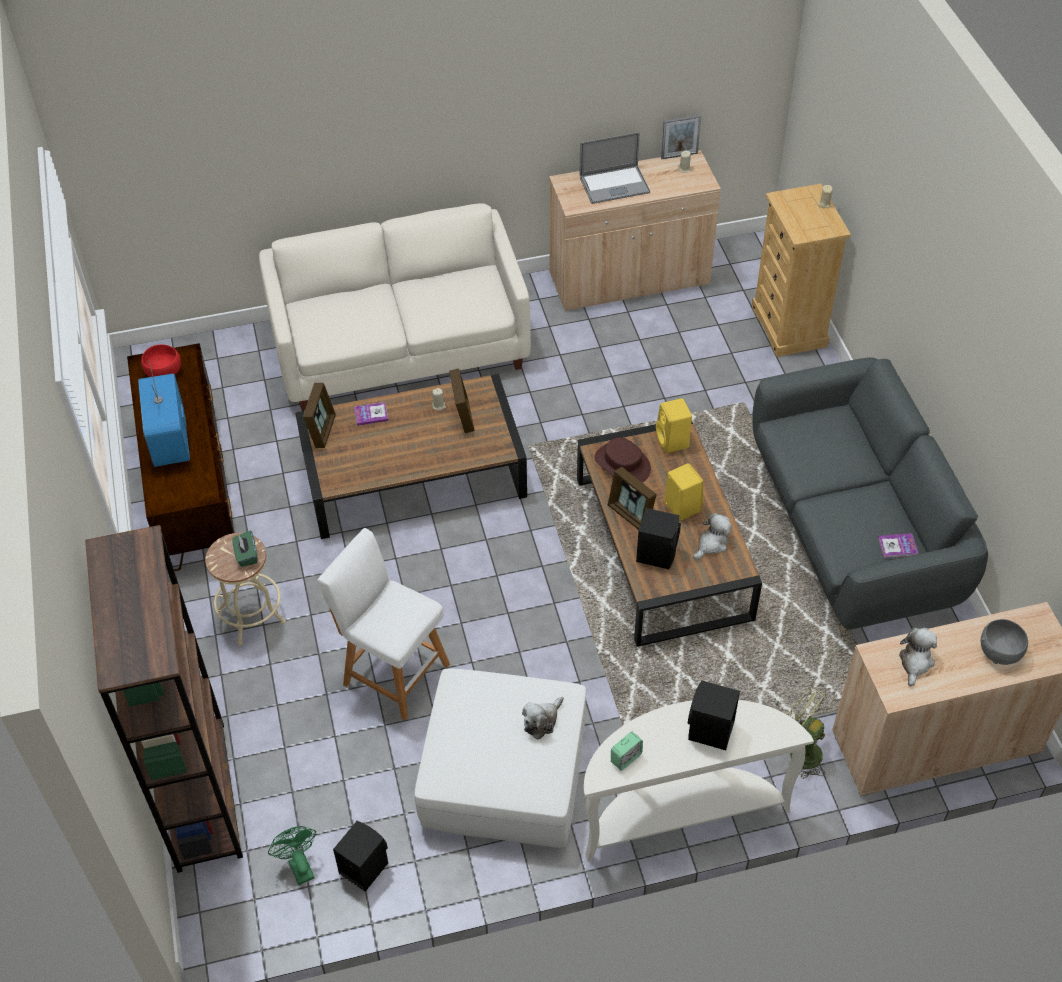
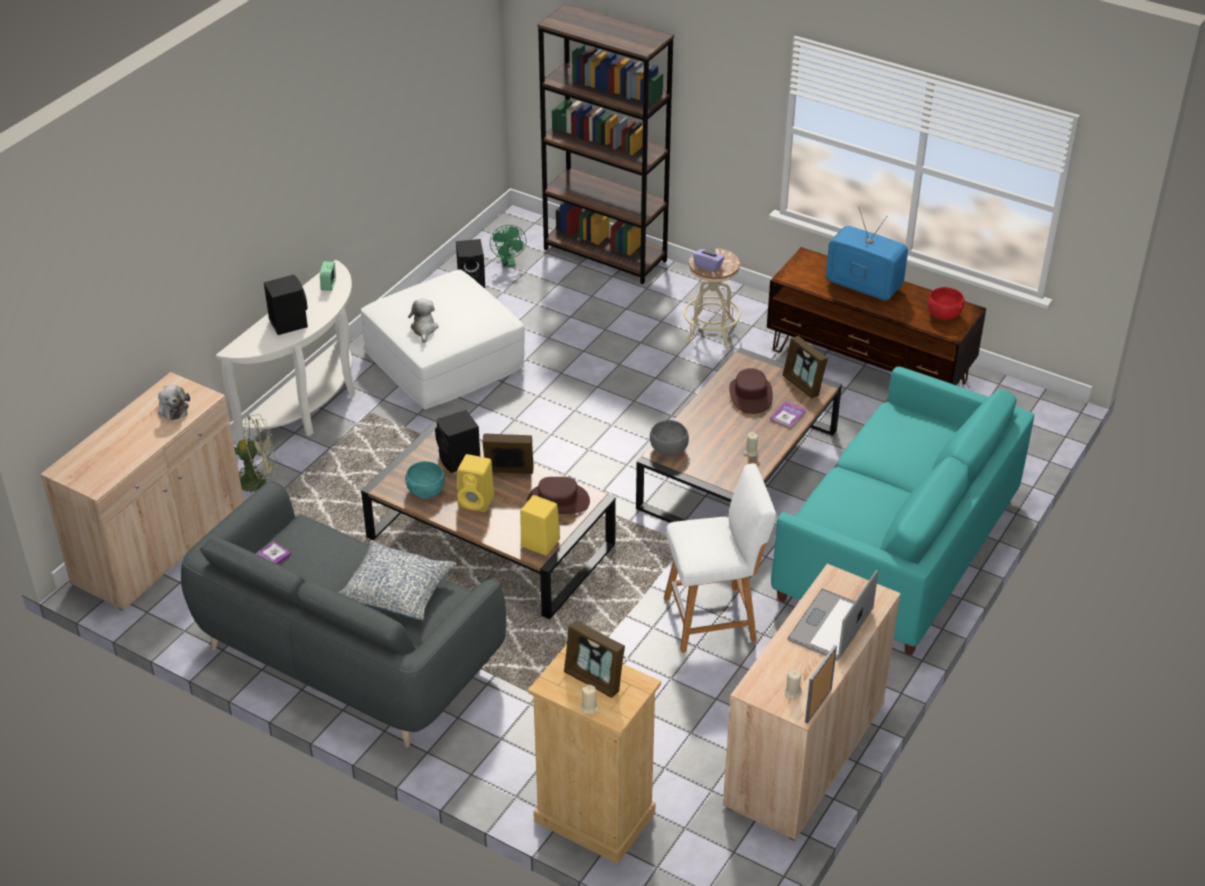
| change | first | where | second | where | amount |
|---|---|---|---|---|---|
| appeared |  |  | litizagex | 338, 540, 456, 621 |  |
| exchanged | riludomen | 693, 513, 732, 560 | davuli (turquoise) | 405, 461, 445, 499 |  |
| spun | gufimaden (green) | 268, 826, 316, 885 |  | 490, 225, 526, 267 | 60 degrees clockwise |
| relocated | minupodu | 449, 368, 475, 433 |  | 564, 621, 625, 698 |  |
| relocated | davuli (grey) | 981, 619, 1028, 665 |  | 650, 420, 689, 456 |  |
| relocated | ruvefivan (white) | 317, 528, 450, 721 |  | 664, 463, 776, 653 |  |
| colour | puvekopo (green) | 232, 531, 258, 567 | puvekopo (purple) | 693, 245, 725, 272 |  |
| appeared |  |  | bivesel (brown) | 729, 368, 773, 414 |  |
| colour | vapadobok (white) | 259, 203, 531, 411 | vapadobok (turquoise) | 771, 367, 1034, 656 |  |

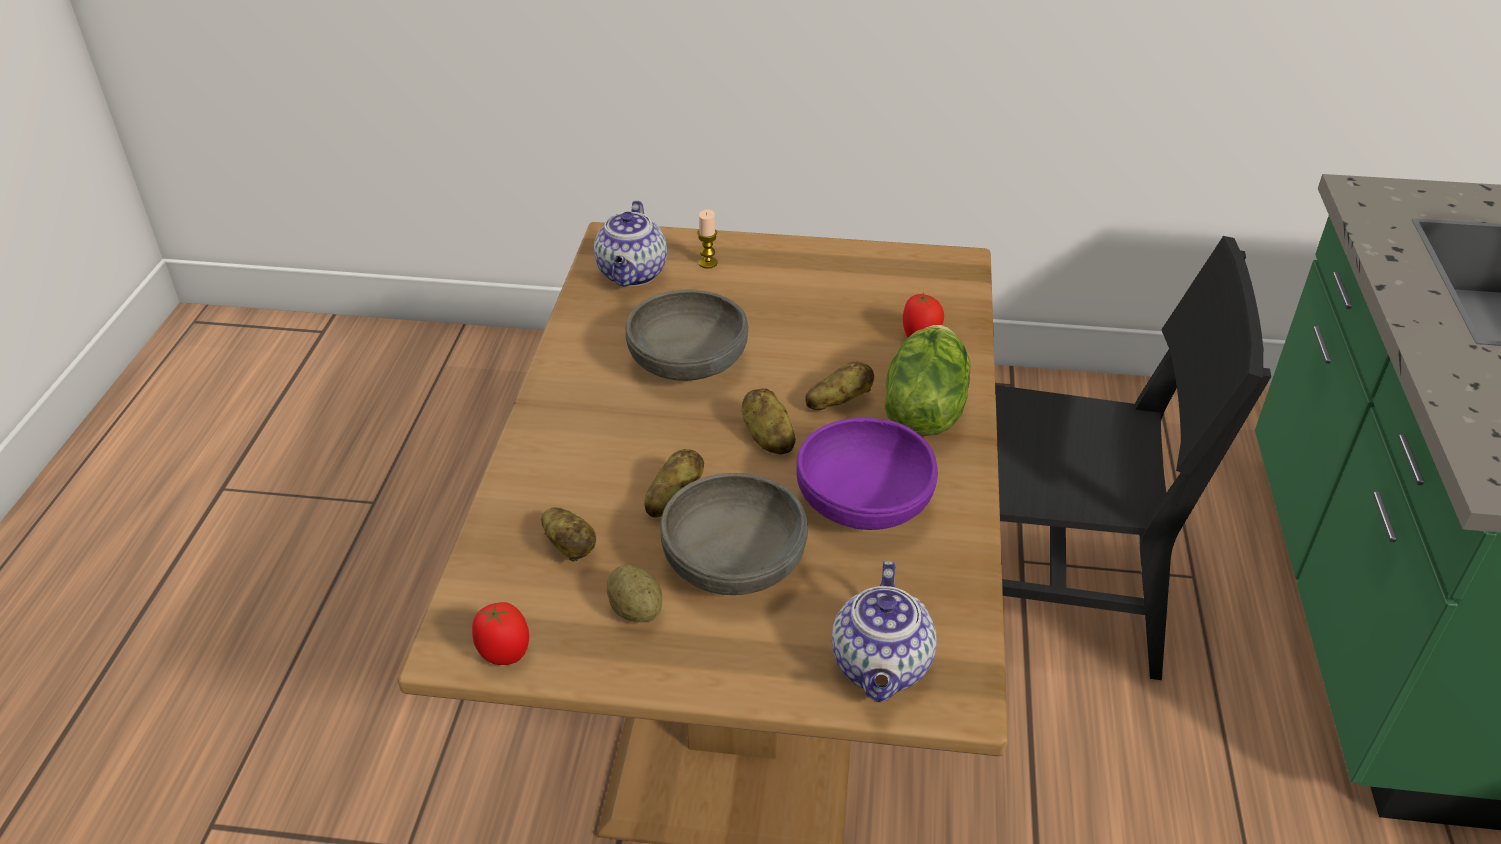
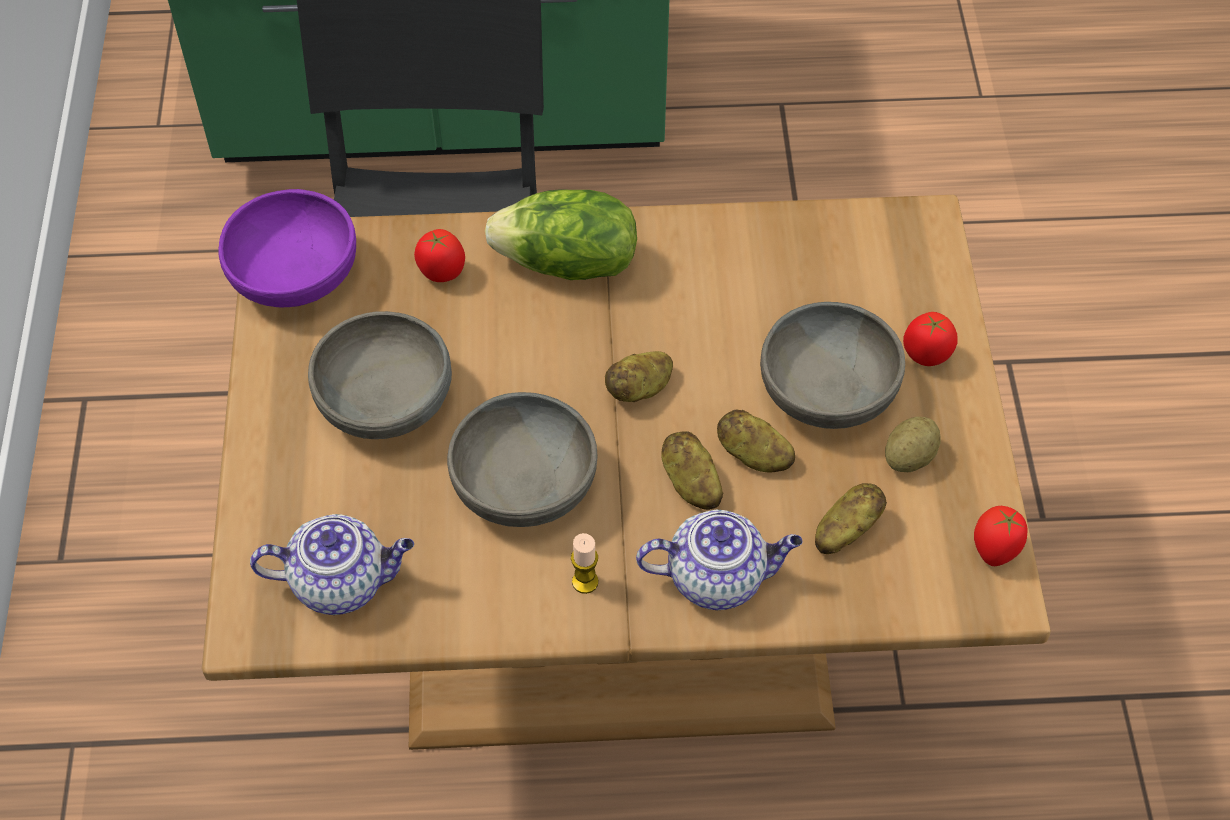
| change | first | where | second | where | amount |
|---|---|---|---|---|---|
| relocated | davuli (purple) | 796, 418, 938, 530 |  | 218, 189, 356, 307 |  |
| appeared |  |  | davuli (grey) | 308, 311, 452, 439 |  |
| relocated | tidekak | 697, 209, 718, 269 |  | 571, 533, 599, 594 |  |
| relocated | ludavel | 832, 561, 937, 702 |  | 636, 510, 803, 610 |  |
| relocated | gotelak | 805, 362, 874, 410 |  | 661, 431, 723, 510 |  |
| appeared |  |  | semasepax | 903, 312, 958, 366 |  |

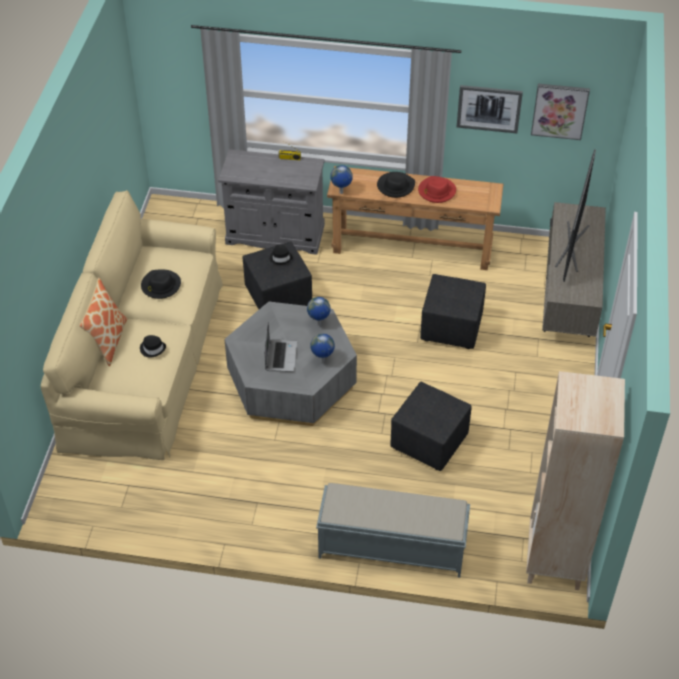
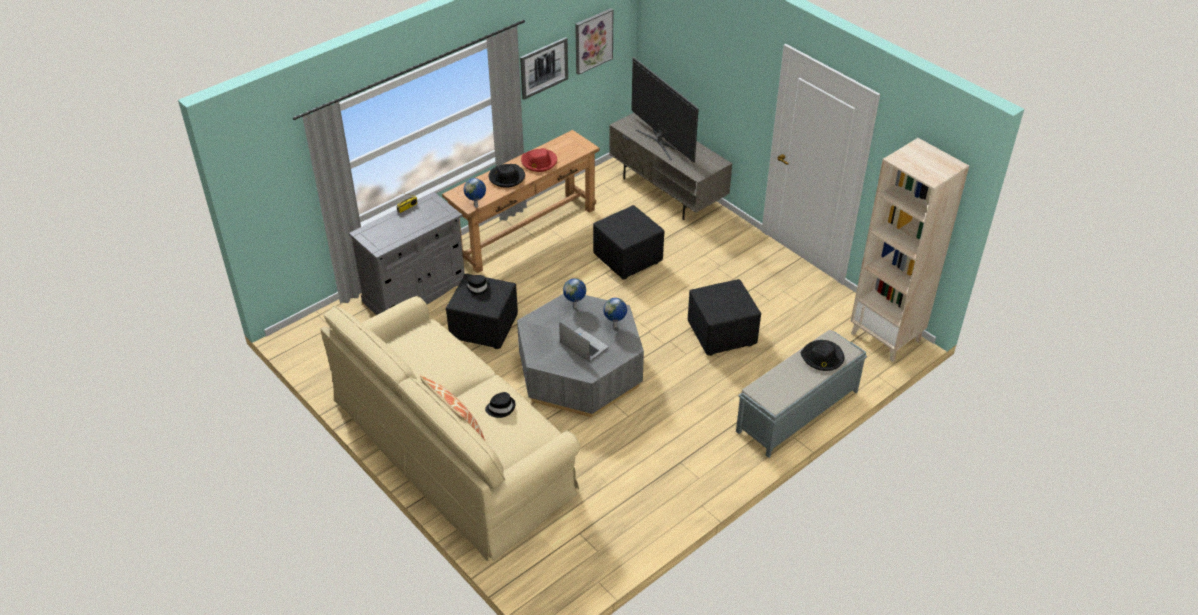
| change | first | where | second | where | amount |
|---|---|---|---|---|---|
| relocated | bivesel (black) | 141, 269, 181, 299 |  | 801, 340, 844, 371 |  |

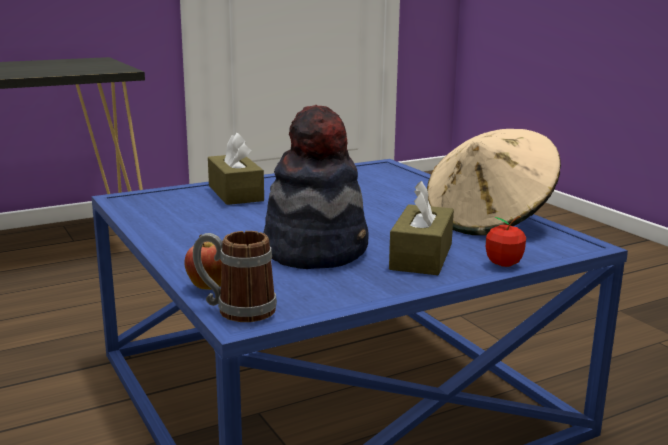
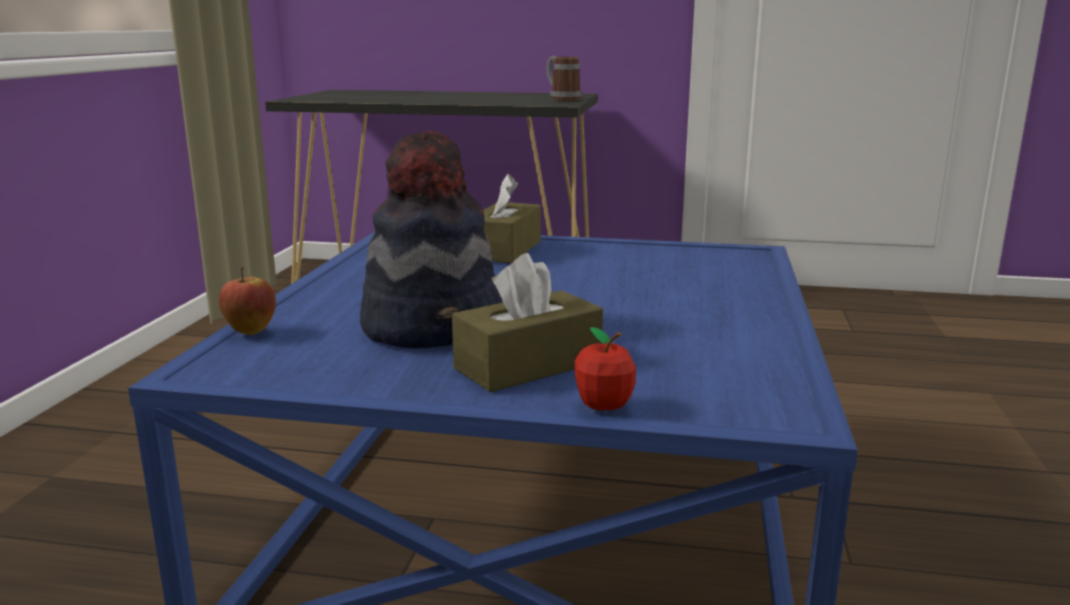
| change | first | where | second | where | amount |
|---|---|---|---|---|---|
| relocated | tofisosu | 193, 231, 277, 322 |  | 547, 56, 581, 101 |  |
| missing | bivesel (beige) | 427, 129, 561, 235 |  |  |  |

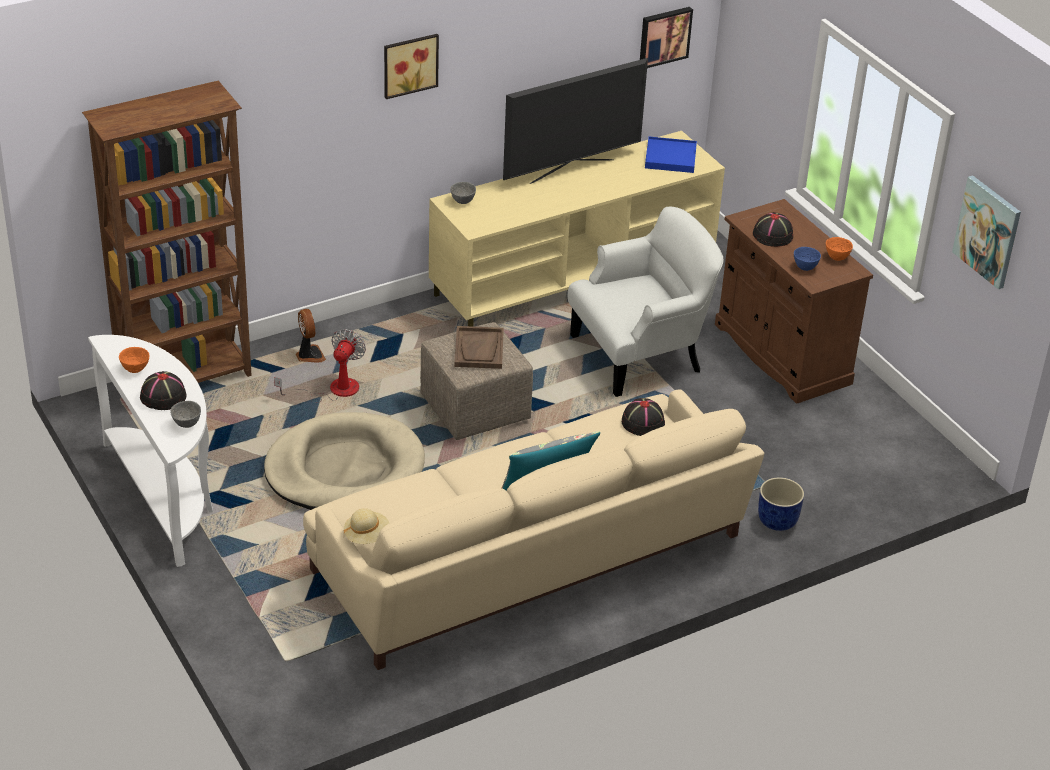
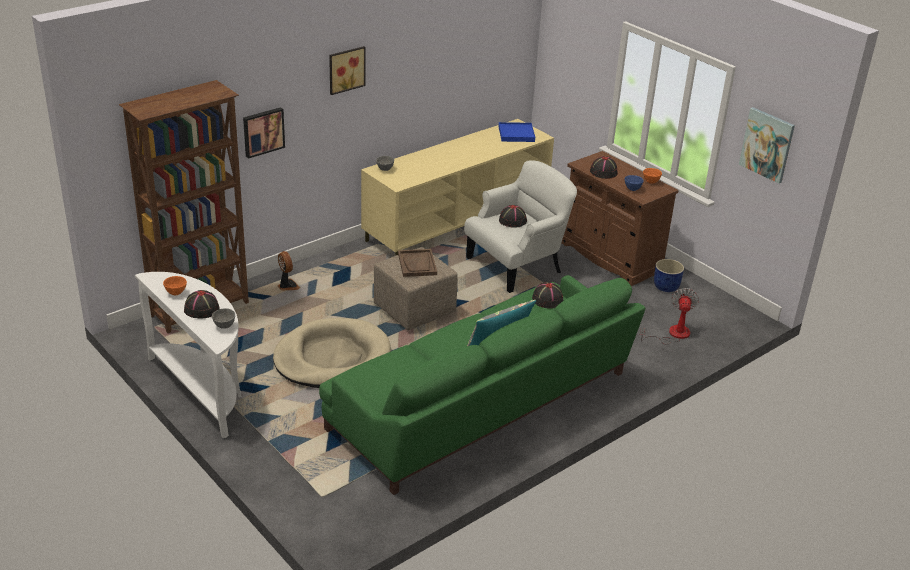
| change | first | where | second | where | amount |
|---|---|---|---|---|---|
| relocated | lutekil | 640, 7, 693, 68 |  | 243, 107, 285, 159 |  |
| colour | vapadobok (beige) | 303, 389, 764, 670 | vapadobok (green) | 319, 275, 645, 495 |  |
| appeared |  |  | bivesel (black) | 499, 205, 527, 228 |  |
| relocated | gufimaden | 274, 329, 366, 402 |  | 640, 288, 699, 344 |  |
| relocated | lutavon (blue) | 758, 477, 804, 531 |  | 654, 259, 684, 292 |  |
| missing | bivesel (beige) | 344, 508, 389, 544 |  |  |  |
| missing | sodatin | 503, 58, 648, 184 |  |  |  |

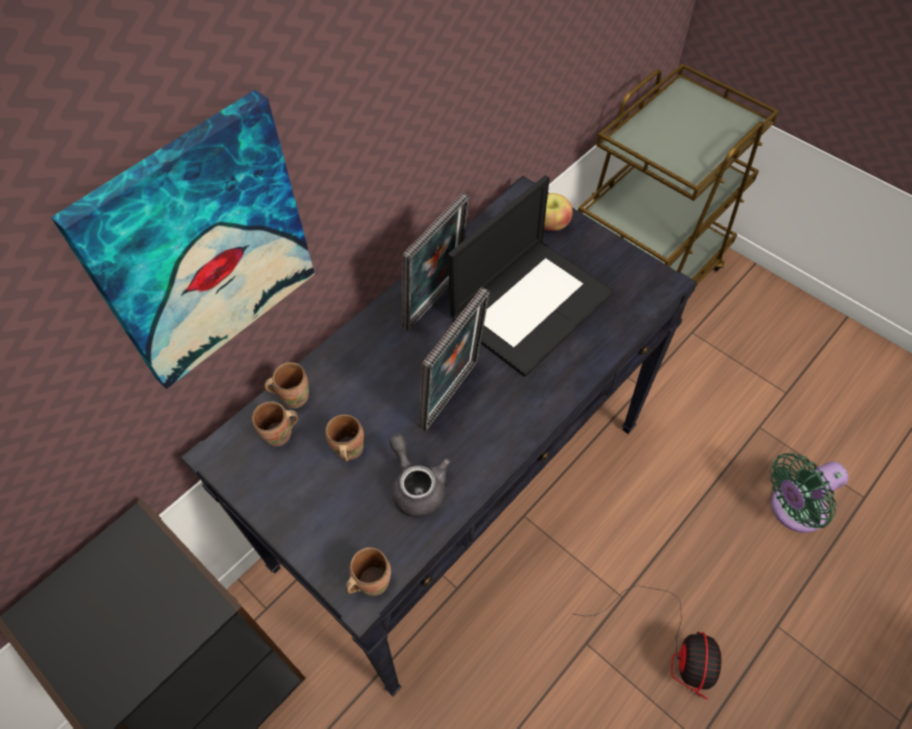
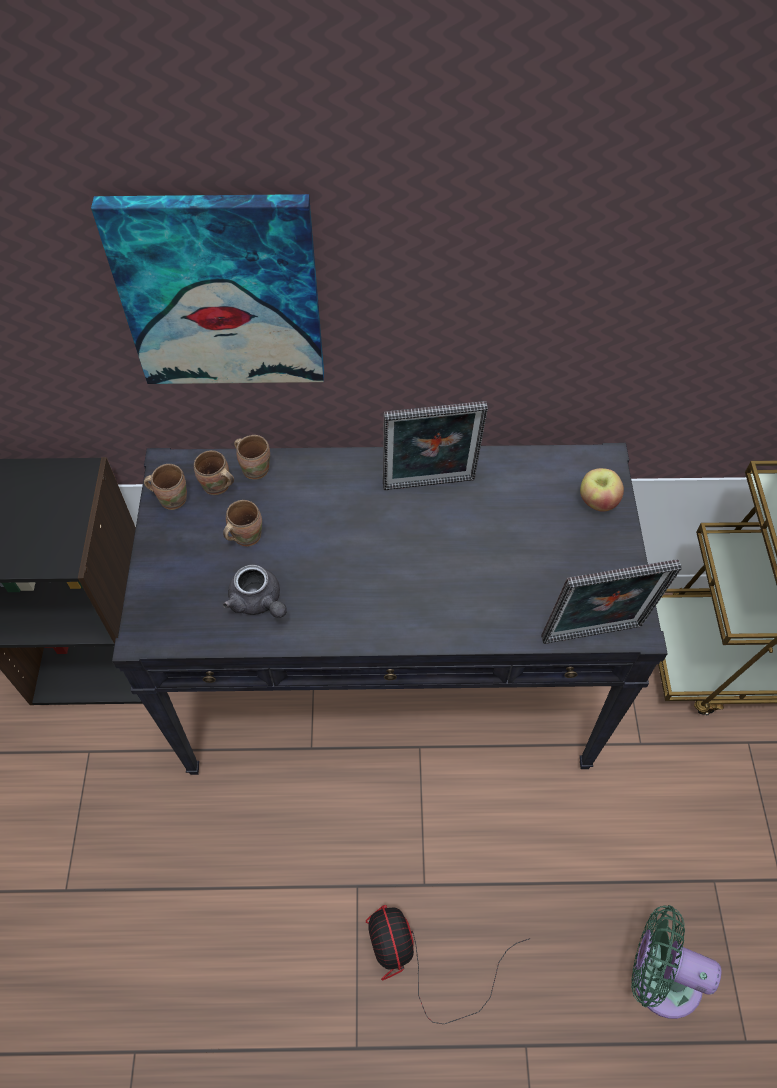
| change | first | where | second | where | amount |
|---|---|---|---|---|---|
| relocated | tofisosu (brown) | 345, 547, 391, 596 |  | 144, 464, 187, 510 |  |
| spun | ludavel (grey) | 389, 434, 450, 518 |  | 223, 565, 287, 618 | 120 degrees clockwise |
| spun | gufimaden | 571, 585, 721, 700 |  | 366, 905, 530, 1024 | 105 degrees clockwise |
| relocated | minupodu | 419, 287, 490, 431 |  | 541, 559, 682, 644 |  |
| missing | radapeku | 448, 175, 614, 377 |  |  |  |

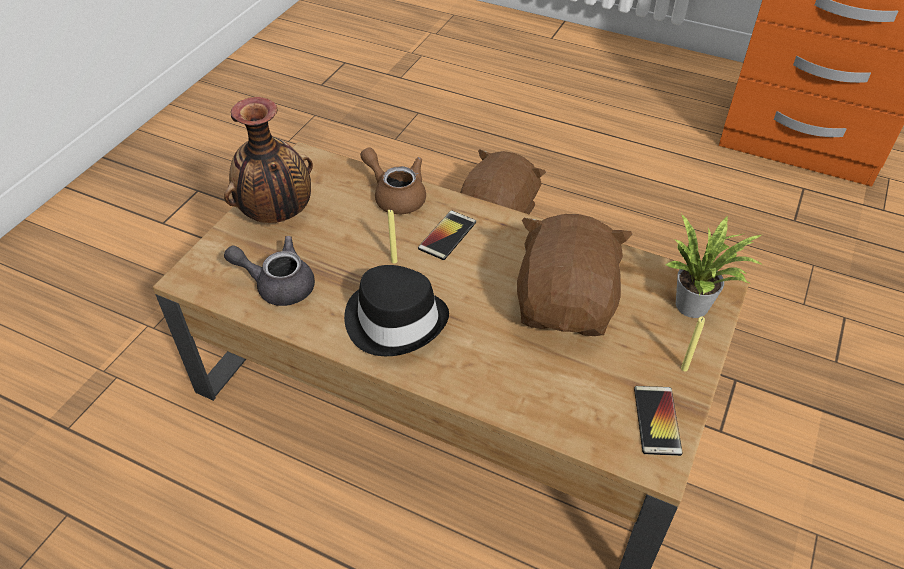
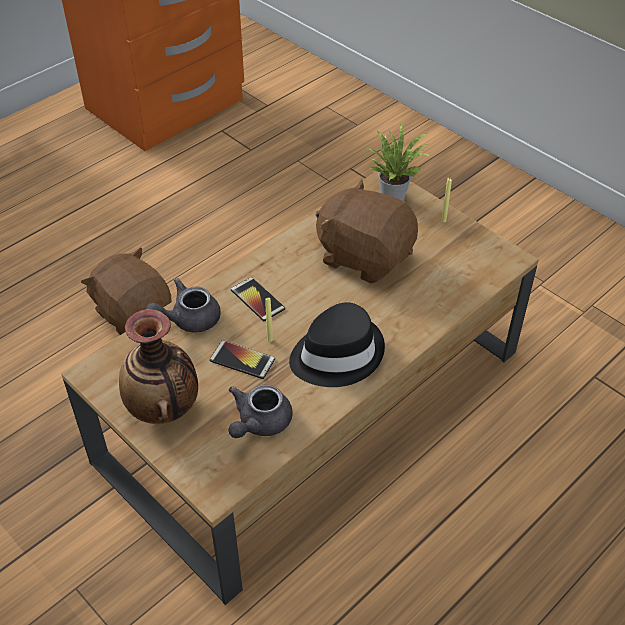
| change | first | where | second | where | amount |
|---|---|---|---|---|---|
| colour | ludavel (brown) | 360, 147, 426, 214 | ludavel (grey) | 146, 278, 221, 333 |  |
| relocated | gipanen | 634, 386, 683, 456 |  | 209, 340, 275, 379 |  |

